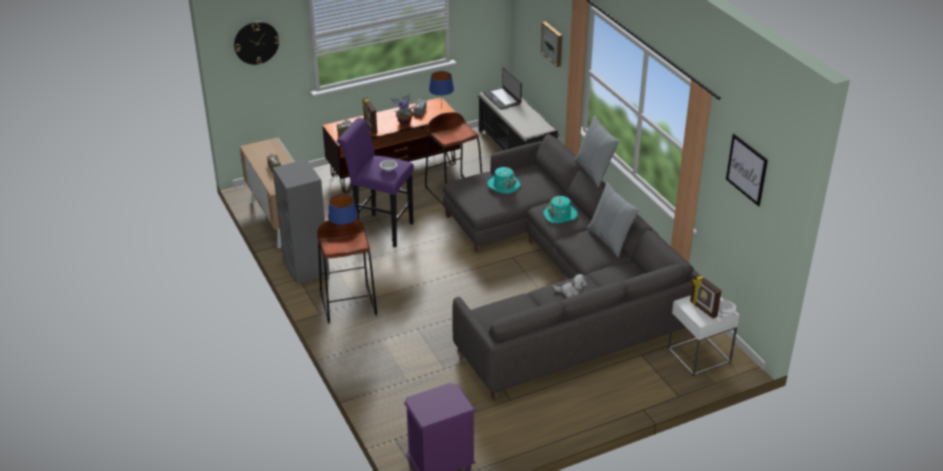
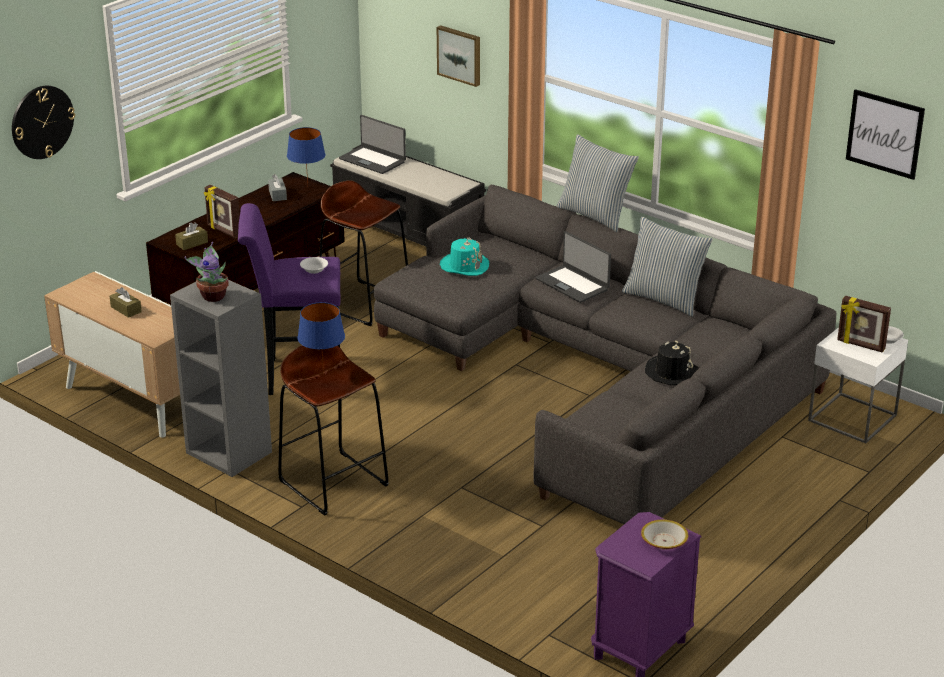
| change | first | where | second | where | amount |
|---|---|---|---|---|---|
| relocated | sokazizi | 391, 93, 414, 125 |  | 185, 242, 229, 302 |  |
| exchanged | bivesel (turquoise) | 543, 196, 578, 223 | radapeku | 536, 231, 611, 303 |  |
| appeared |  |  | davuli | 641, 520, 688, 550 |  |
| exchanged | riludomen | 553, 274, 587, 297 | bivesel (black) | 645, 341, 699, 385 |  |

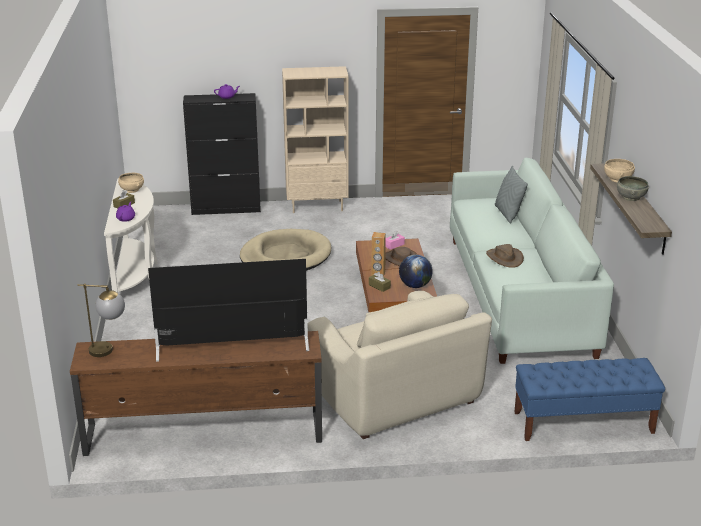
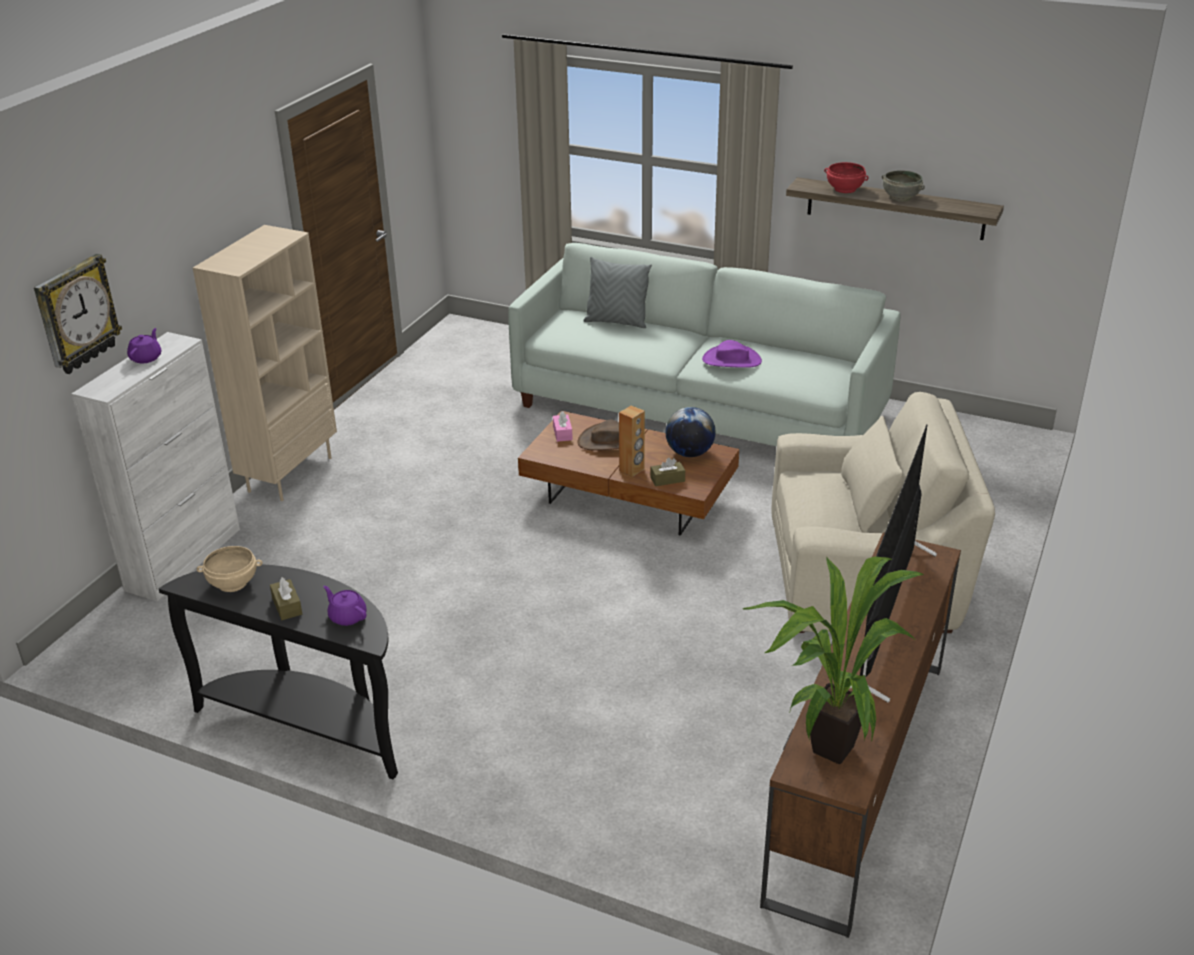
| change | first | where | second | where | amount |
|---|---|---|---|---|---|
| appeared |  |  | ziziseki | 34, 254, 122, 374 |  |
| colour | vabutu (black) | 183, 93, 261, 215 | vabutu (white) | 72, 332, 240, 601 |  |
| colour | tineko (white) | 104, 178, 158, 293 | tineko (black) | 159, 564, 398, 779 |  |
| colour | bivesel (brown) | 486, 244, 524, 268 | bivesel (purple) | 702, 340, 762, 368 |  |
| exchanged | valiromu | 78, 284, 125, 357 | sokazizi | 743, 556, 924, 764 |  |
| colour | davuli (beige) | 604, 159, 635, 182 | davuli (red) | 824, 162, 869, 193 |  |
| missing | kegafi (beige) | 240, 229, 331, 271 |  |  |  |
| missing | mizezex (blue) | 514, 358, 665, 441 |  |  |  |

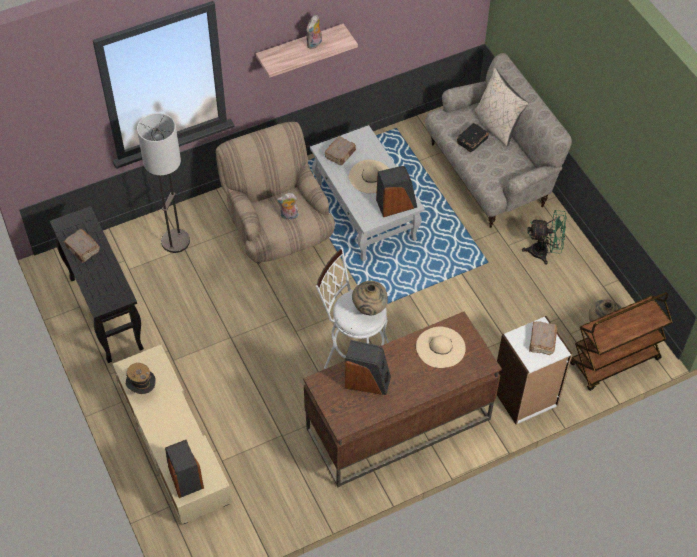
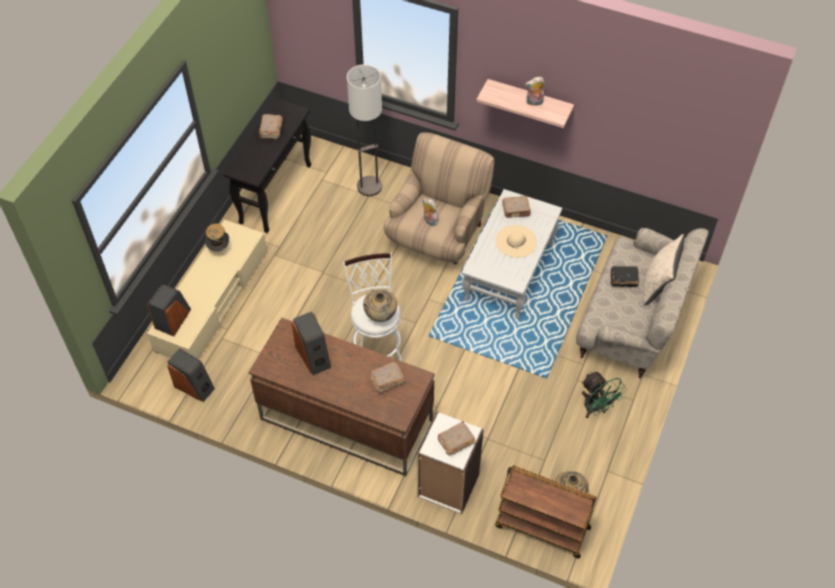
| change | first | where | second | where | amount |
|---|---|---|---|---|---|
| relocated | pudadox | 376, 166, 417, 217 |  | 167, 348, 215, 402 |  |
| exchanged | bivesel (beige) | 416, 327, 466, 368 | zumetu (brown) | 370, 361, 405, 392 |  |

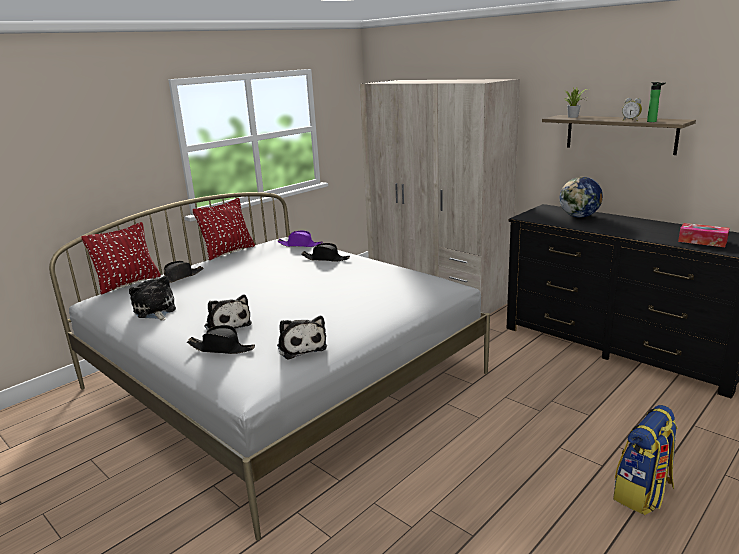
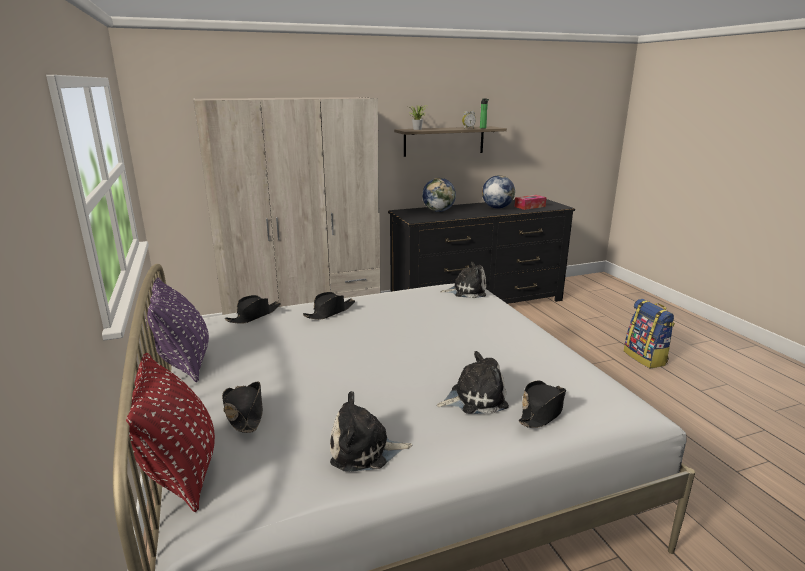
| change | first | where | second | where | amount |
|---|---|---|---|---|---|
| colour | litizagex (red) | 192, 198, 255, 260 | litizagex (purple) | 145, 277, 209, 382 |  |
| colour | bivesel (purple) | 277, 230, 323, 247 | bivesel (black) | 225, 295, 281, 324 |  |
| relocated | riludomen | 277, 316, 327, 360 |  | 440, 262, 486, 298 |  |
| appeared |  |  | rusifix | 482, 175, 515, 209 |  |

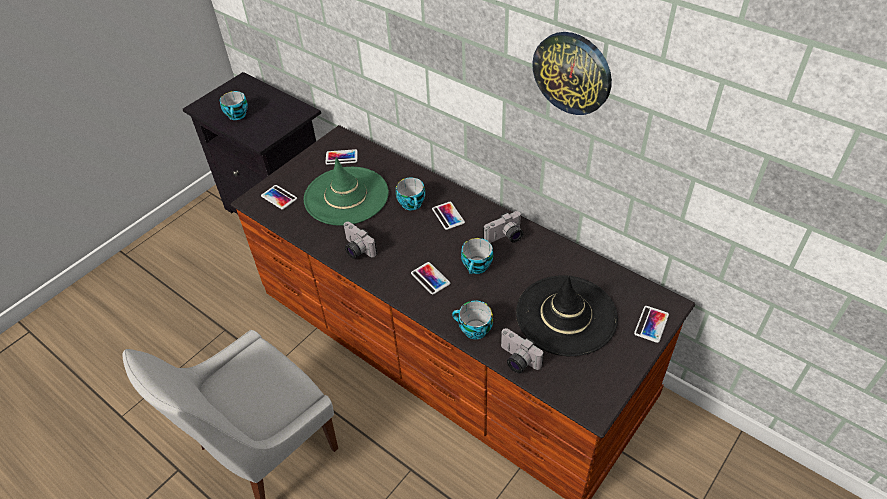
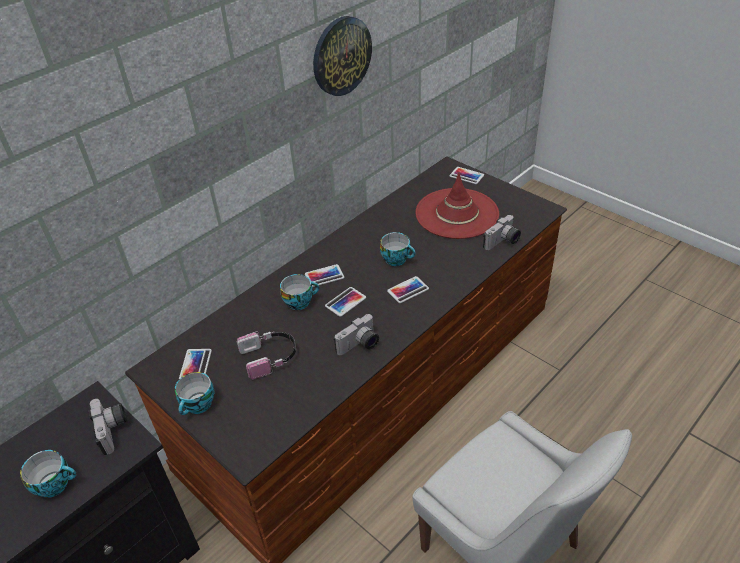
| change | first | where | second | where | amount |
|---|---|---|---|---|---|
| relocated | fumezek | 483, 211, 524, 243 |  | 89, 399, 127, 455 |  |
| relocated | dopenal | 452, 300, 493, 339 |  | 175, 372, 214, 415 |  |
| exchanged | bivesel (green) | 304, 157, 389, 226 | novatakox | 237, 332, 296, 379 |  |
| relocated | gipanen | 261, 185, 297, 209 |  | 325, 287, 366, 317 |  |
| colour | bivesel (black) | 516, 275, 618, 356 | bivesel (red) | 416, 173, 499, 239 |  |

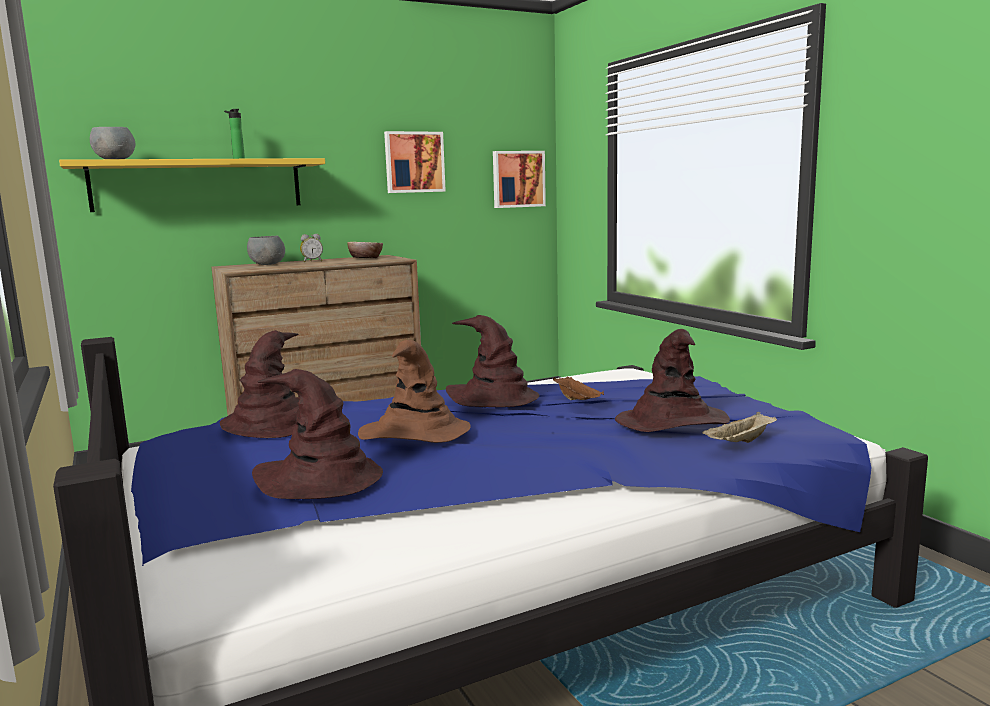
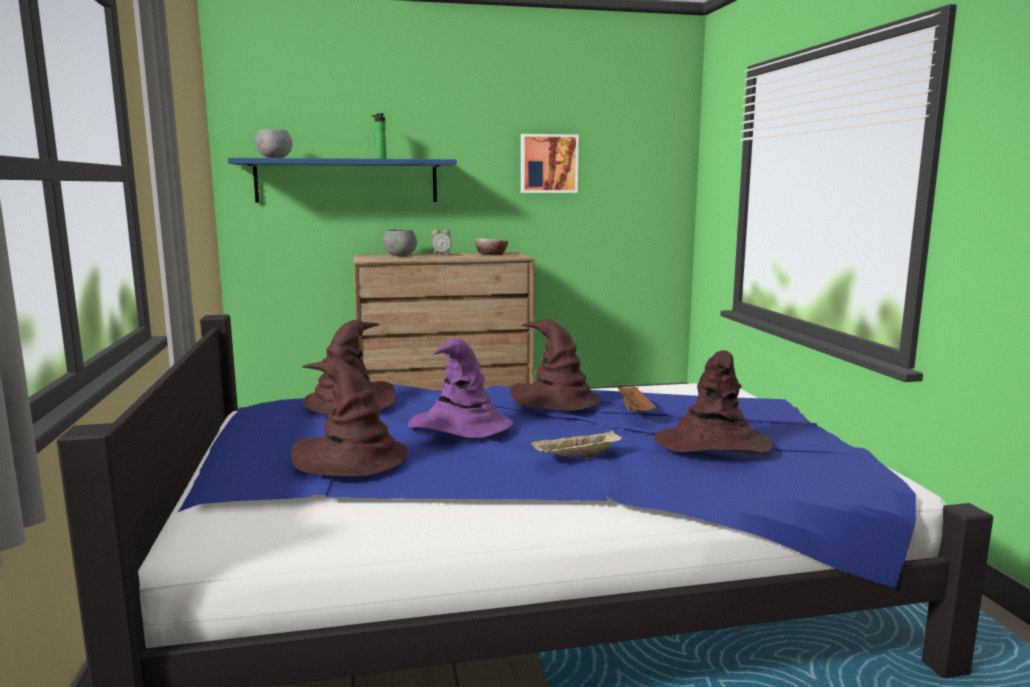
| change | first | where | second | where | amount |
|---|---|---|---|---|---|
| colour | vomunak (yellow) | 59, 158, 325, 212 | vomunak (blue) | 228, 158, 457, 203 |  |
| colour | bivesel (brown) | 358, 340, 471, 443 | bivesel (purple) | 408, 339, 513, 438 |  |
| relocated | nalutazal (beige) | 702, 412, 777, 443 |  | 531, 430, 622, 459 |  |
| missing | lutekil | 493, 151, 546, 208 |  |  |  |

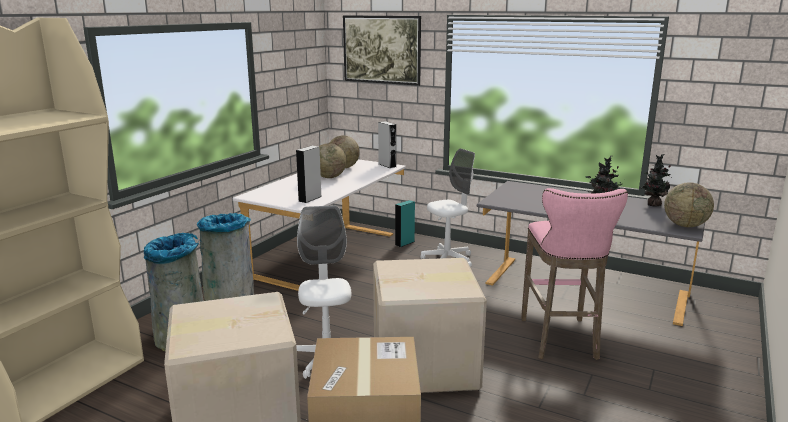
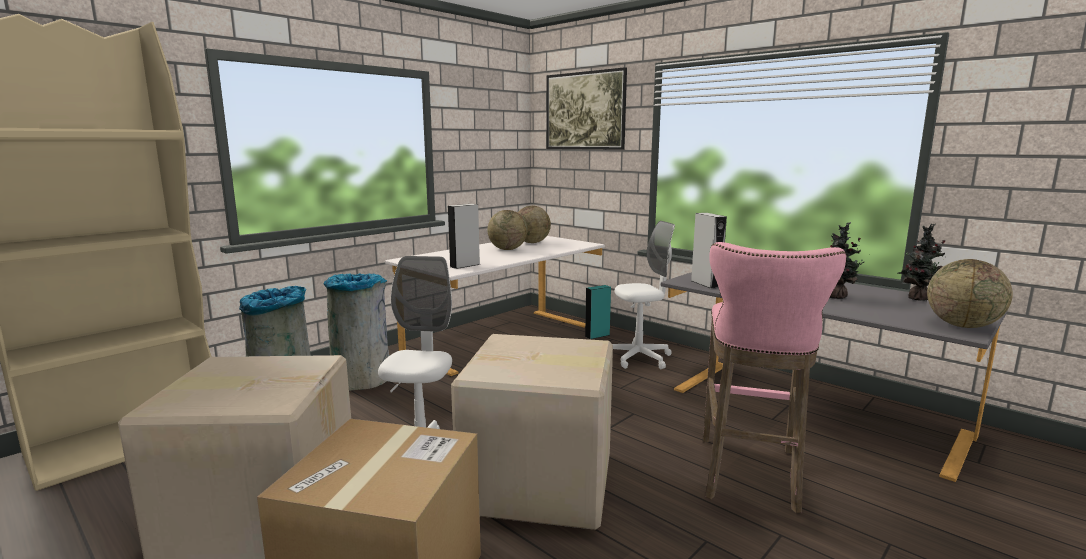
| change | first | where | second | where | amount |
|---|---|---|---|---|---|
| relocated | pudadox (grey) | 378, 121, 396, 168 |  | 691, 213, 727, 289 |  |

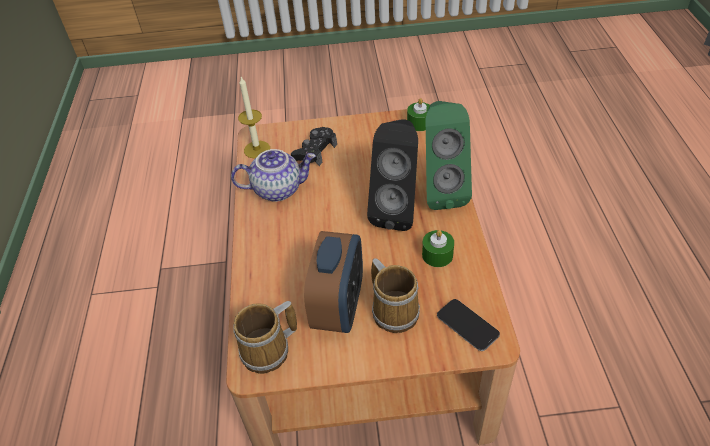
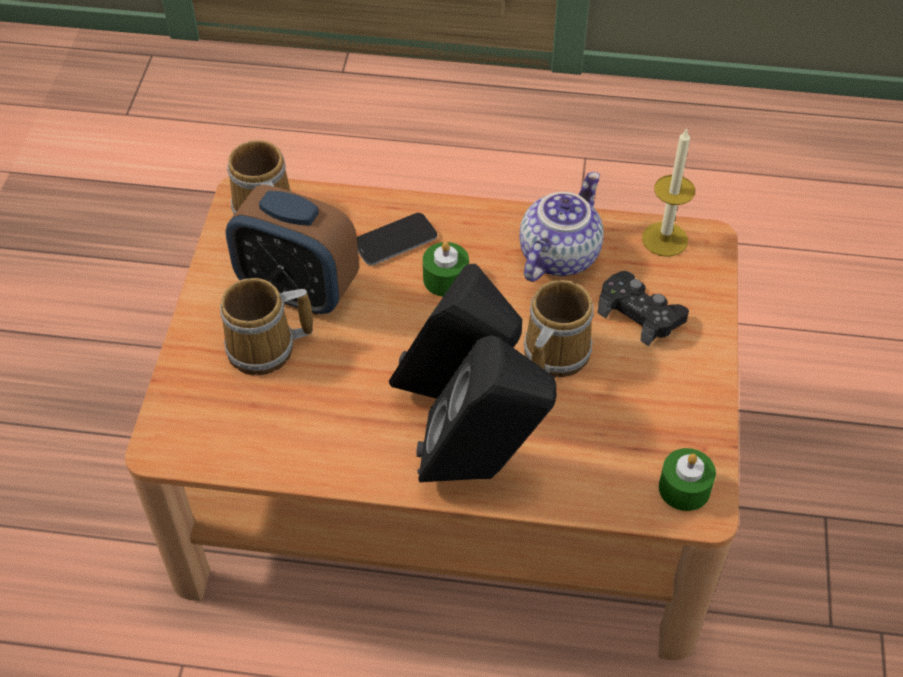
| change | first | where | second | where | amount |
|---|---|---|---|---|---|
| relocated | gipanen | 437, 299, 500, 351 |  | 357, 213, 438, 265 |  |
| colour | pudadox (green) | 426, 101, 472, 210 | pudadox (black) | 416, 336, 557, 482 |  |
| relocated | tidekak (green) | 422, 230, 454, 267 |  | 423, 241, 469, 297 |  |
| spun | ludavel | 231, 149, 316, 202 |  | 520, 172, 603, 282 | 150 degrees counterclockwise |
| appeared |  |  | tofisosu | 524, 280, 594, 377 |  |

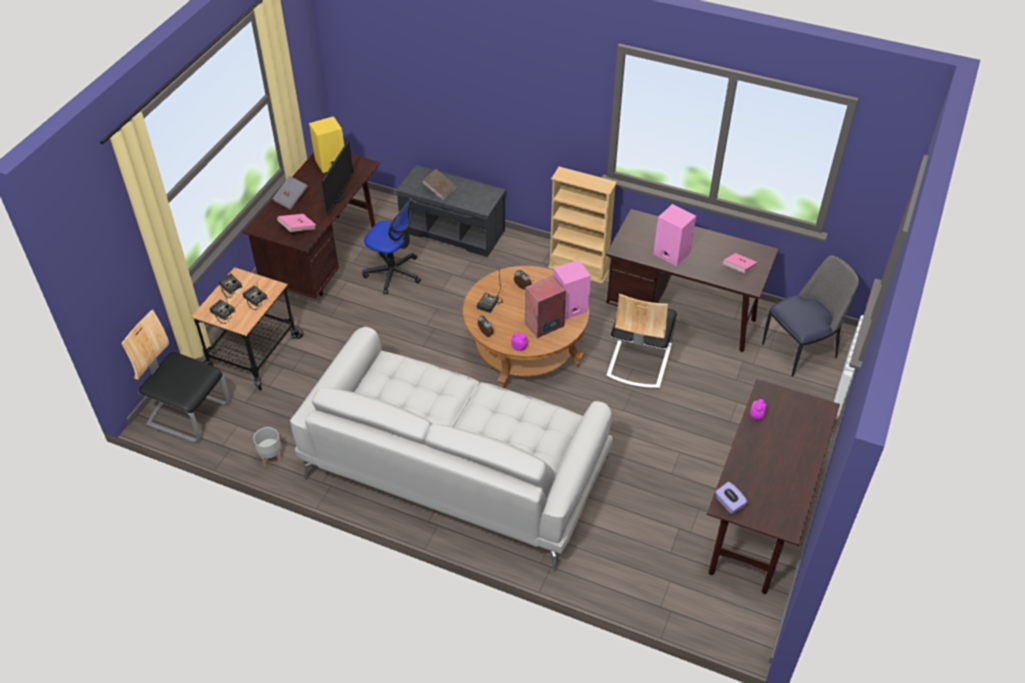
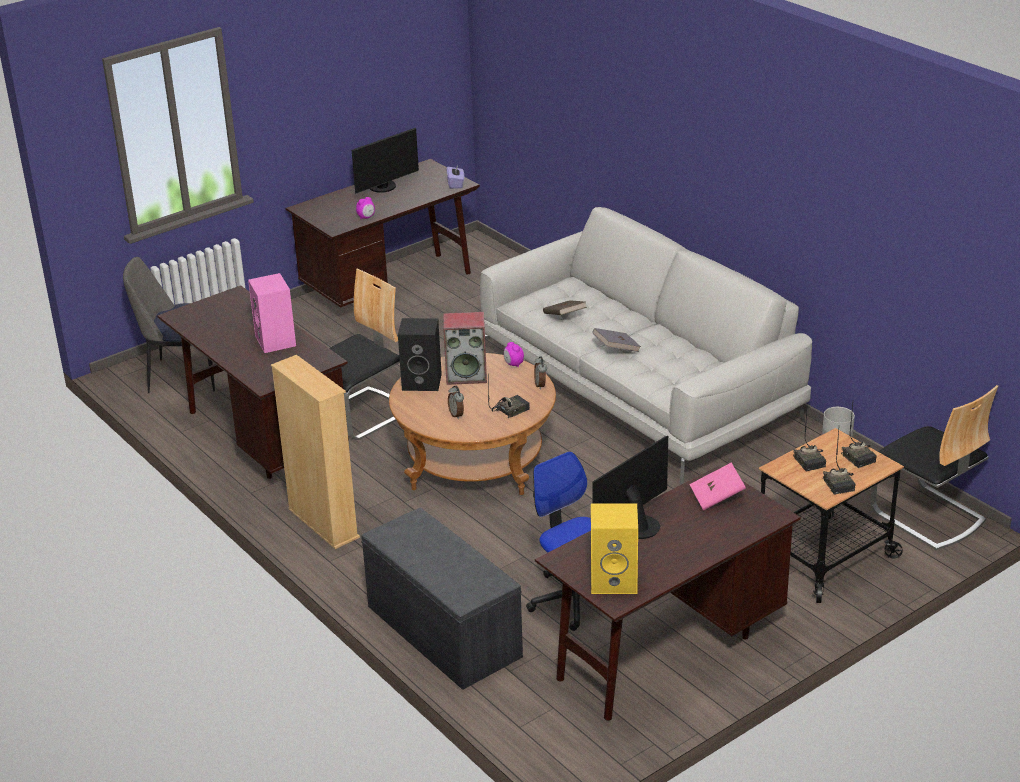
| change | first | where | second | where | amount |
|---|---|---|---|---|---|
| appeared |  |  | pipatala | 352, 128, 419, 194 |  |
| colour | pudadox (pink) | 553, 260, 591, 319 | pudadox (black) | 398, 318, 442, 391 |  |
| relocated | zumetu (brown) | 422, 169, 457, 200 |  | 543, 300, 587, 315 |  |
| relocated | zumetu (grey) | 272, 176, 308, 210 |  | 592, 328, 641, 352 |  |
| missing | zumetu (pink) | 722, 253, 757, 273 |  |  |  |

